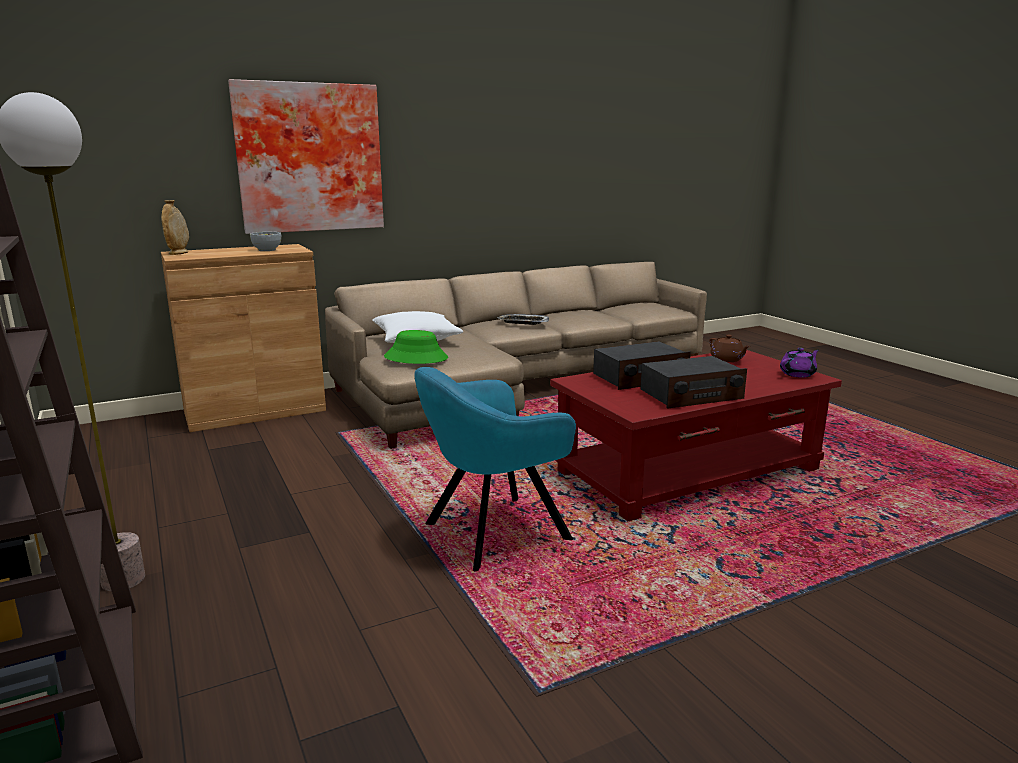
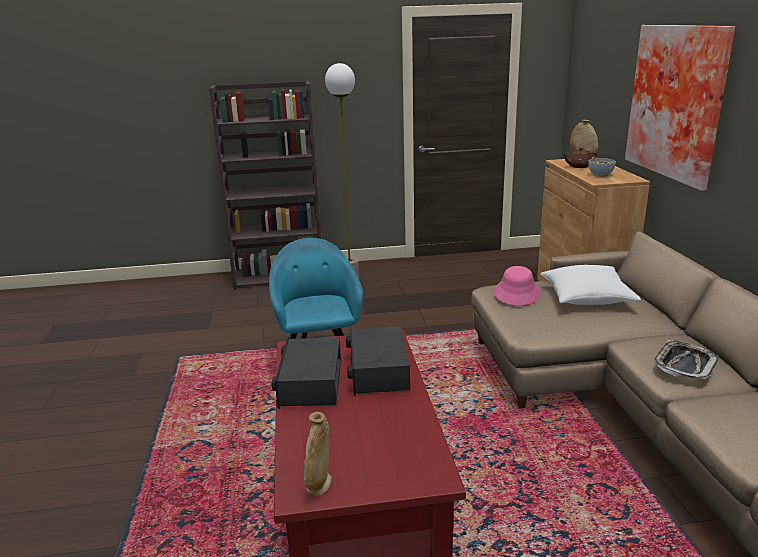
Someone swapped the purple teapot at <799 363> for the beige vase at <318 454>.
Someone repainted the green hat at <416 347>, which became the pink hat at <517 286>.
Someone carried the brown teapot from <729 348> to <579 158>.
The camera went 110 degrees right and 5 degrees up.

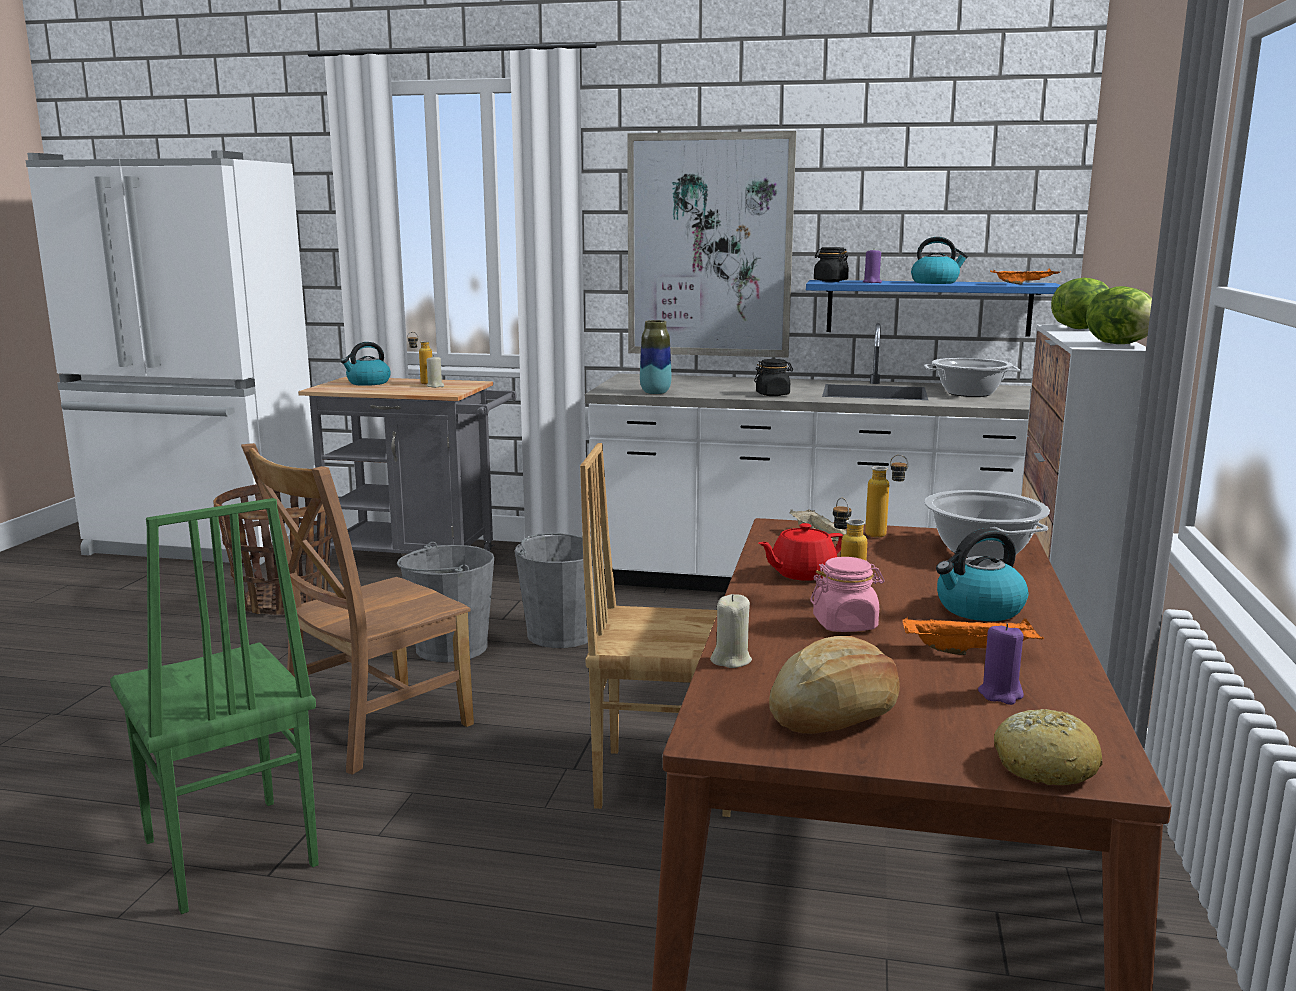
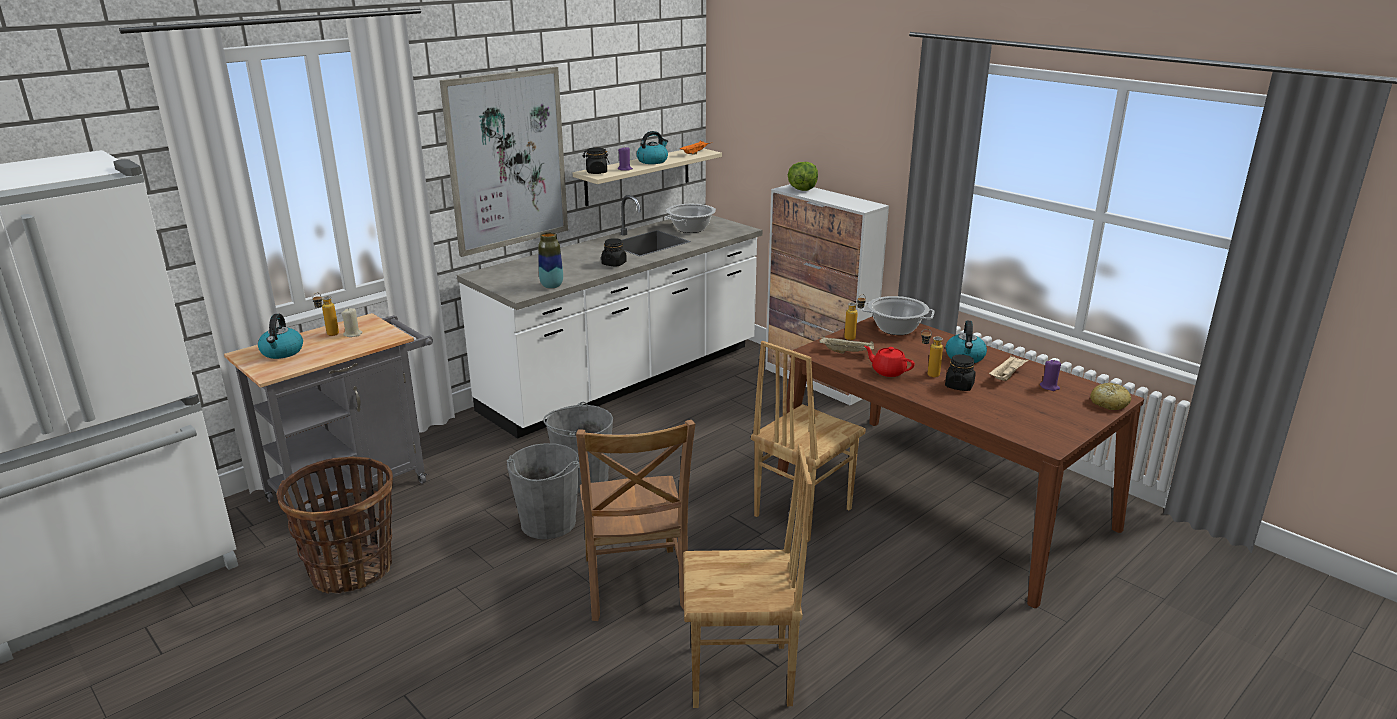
Someone repainted the blue shelf at <933 308>, which became the beige shelf at <647 177>.
Someone repainted the green chair at <214 706>, which became the brown chair at <747 576>.
Someone rotated the red teapot at <801 552> by 120 degrees clockwise.
Someone repainted the pink jar at <847 594>, which became the black jar at <960 372>.
Someone repainted the orange tray at <973 636>, which became the beige tray at <1009 368>.
Someone took away the beige candle at <731 631>.
Someone took away the bread at <834 685>.
Someone took away the lettuce at <1119 315>.
The camera went 55 degrees left and 10 degrees up.

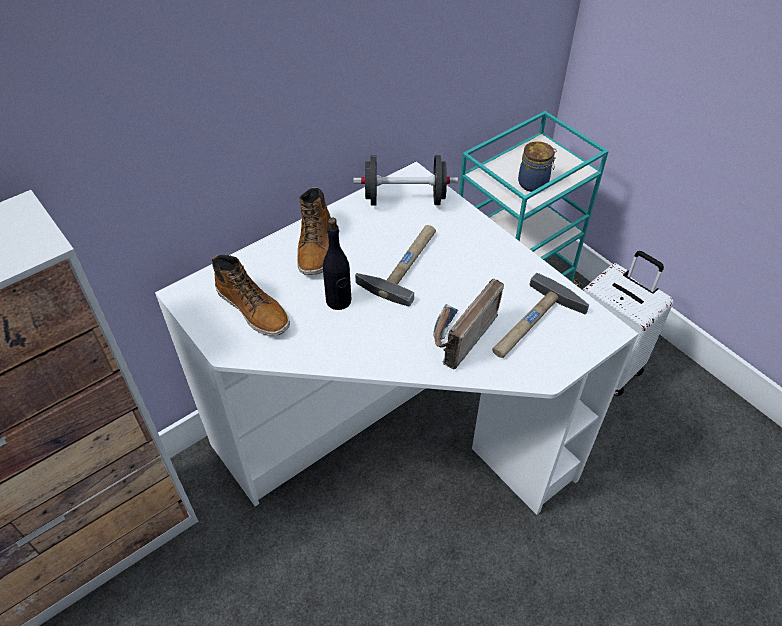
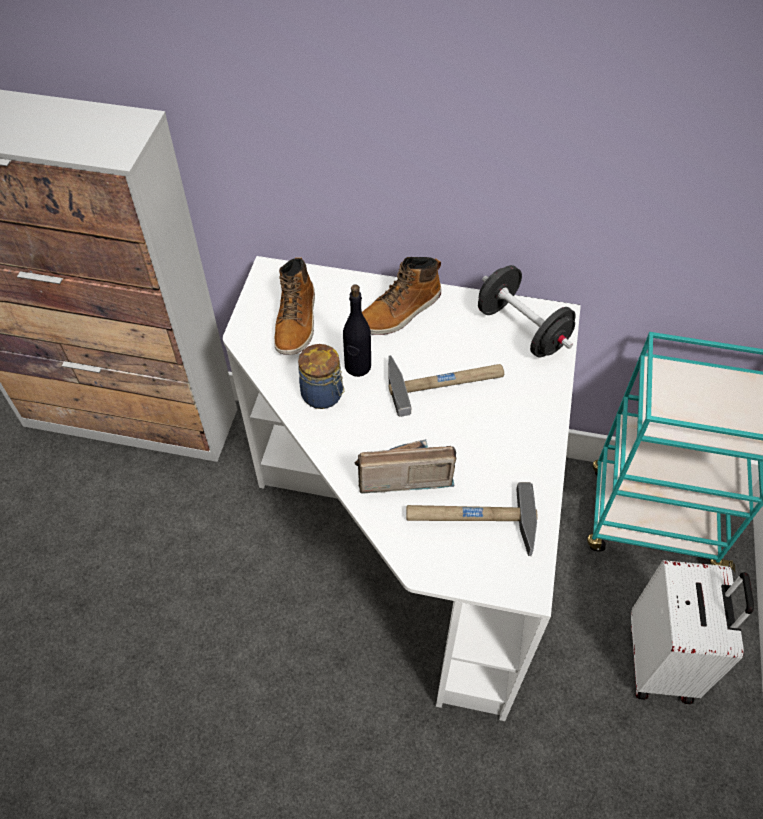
Someone carried the jar from <537 166> to <321 376>.
The camera went 50 degrees right and 5 degrees up.

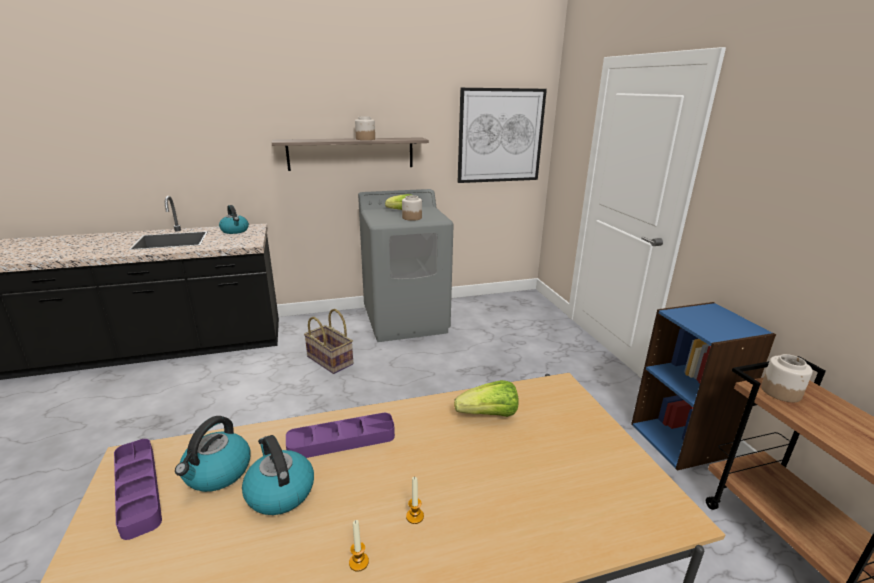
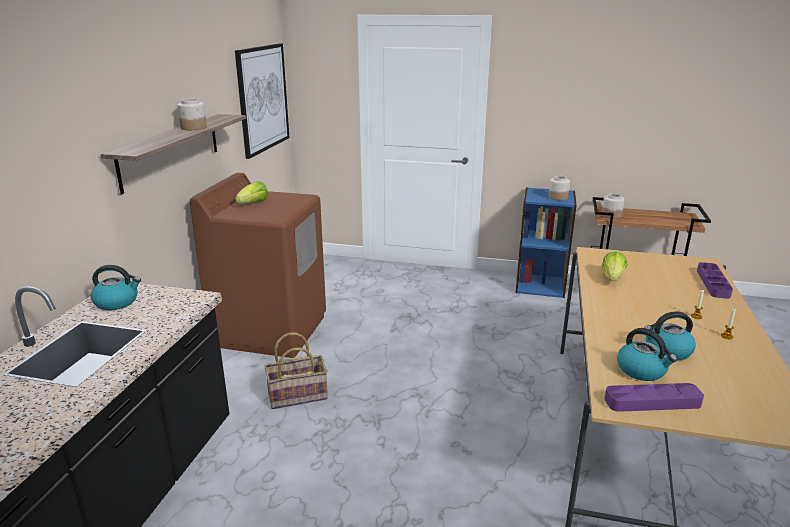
Someone repainted the grey washing machine at <406 265>, which became the brown washing machine at <258 265>.
Someone carried the jar from <412 208> to <559 188>.
Someone carried the purple tray from <340 435> to <715 280>.
The camera went 60 degrees left and 0 degrees up.

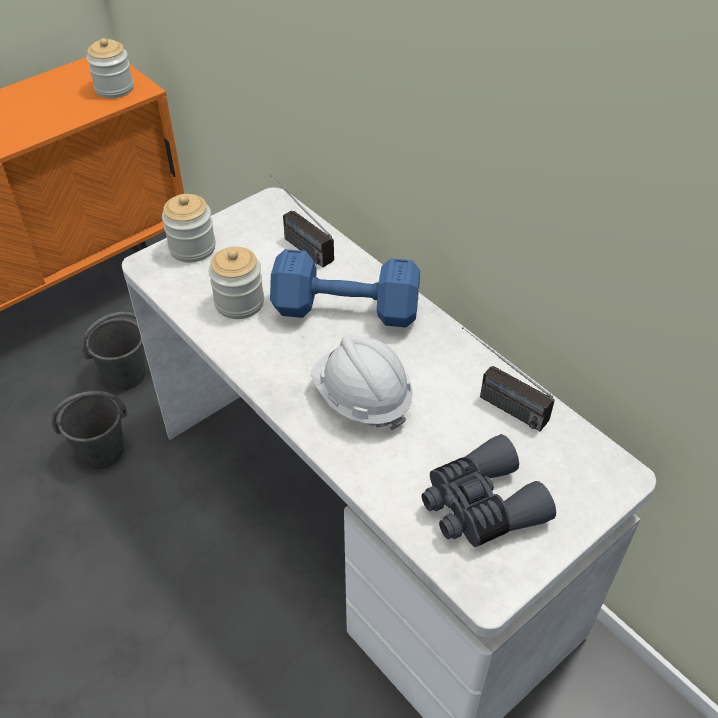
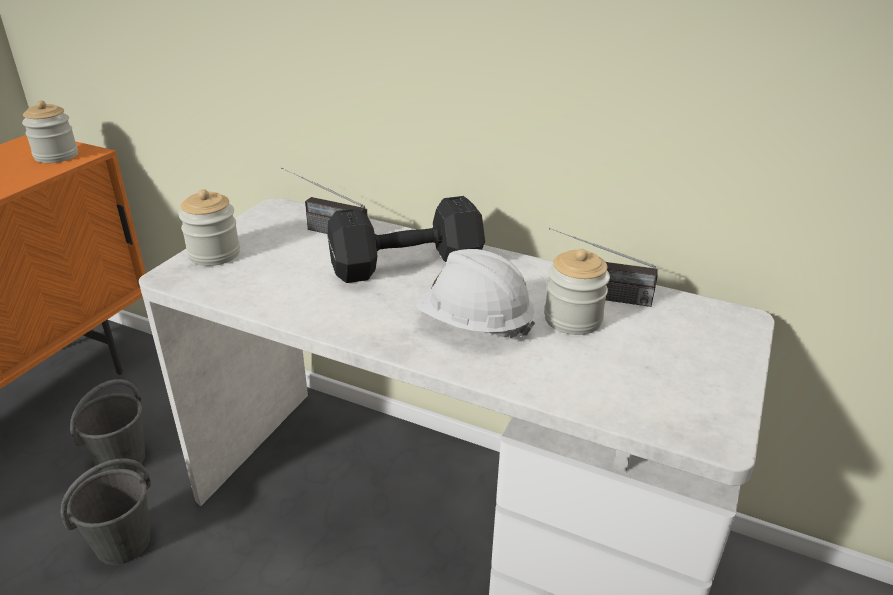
Someone repainted the blue dumbbell at <345 288>, which became the black dumbbell at <406 239>.
Someone carried the jar from <236 283> to <577 292>.
Someone took away the grey binoculars at <488 490>.
The camera went 25 degrees left and 15 degrees down.

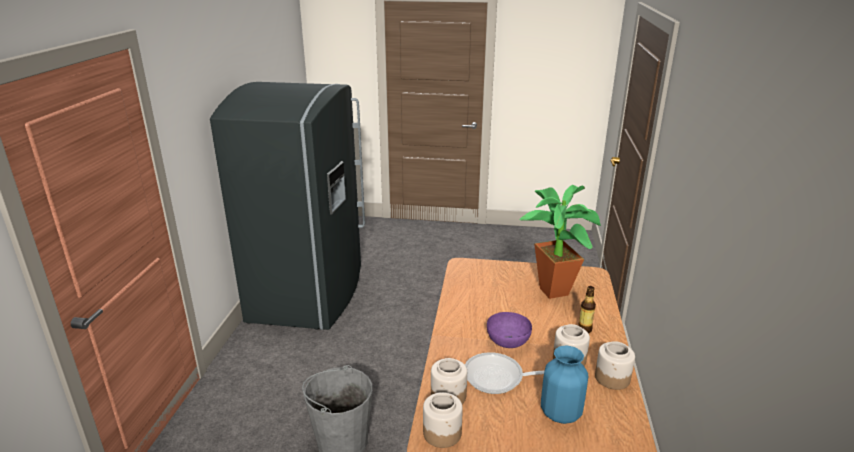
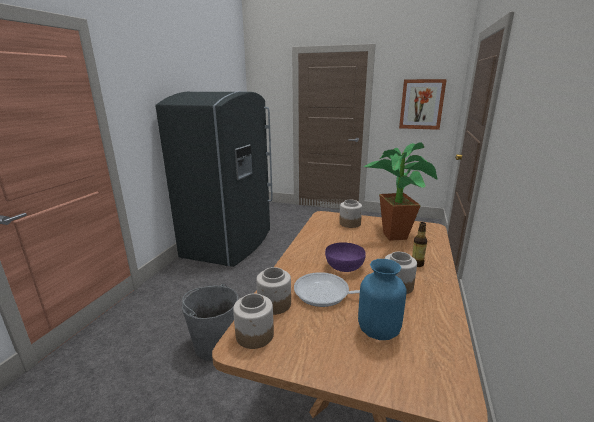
Someone carried the jar from <615 365> to <350 214>.
Someone put up the picture at <423 104>.
The camera went 10 degrees right and 5 degrees down.

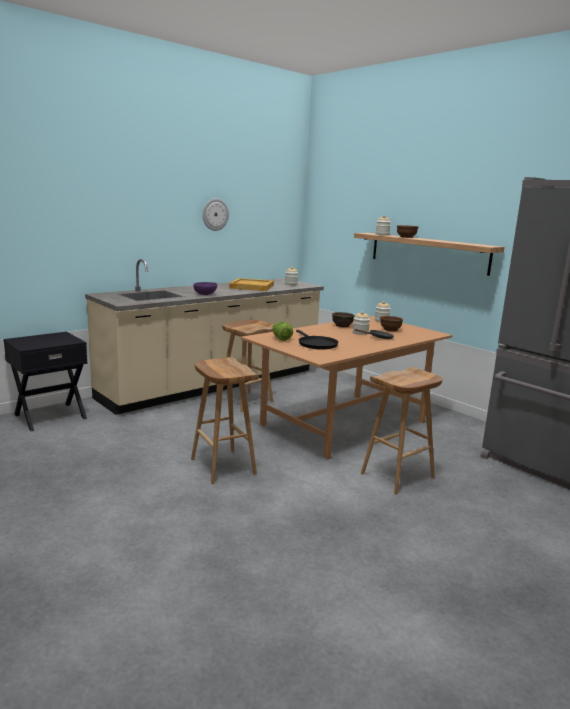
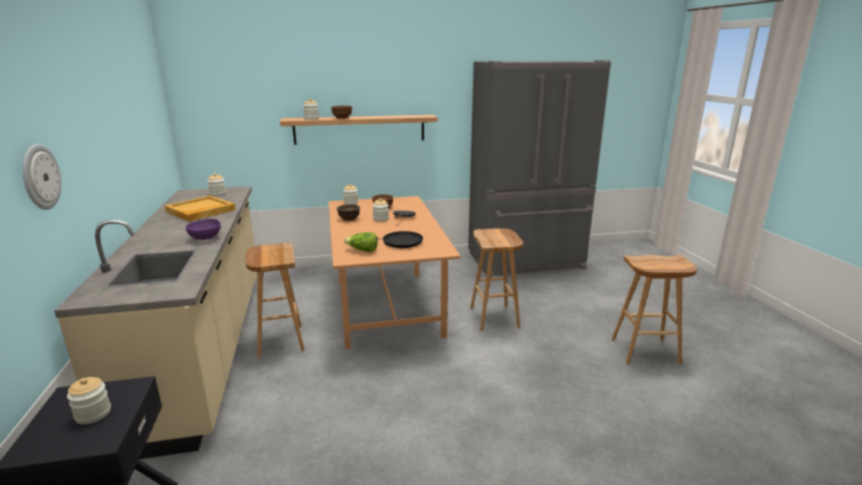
Someone carried the wall clock from <215 214> to <42 177>.
Someone put down the jar at <89 400>.
Someone carried the brown stool from <225 420> to <654 309>.
The camera went 60 degrees left and 5 degrees up.

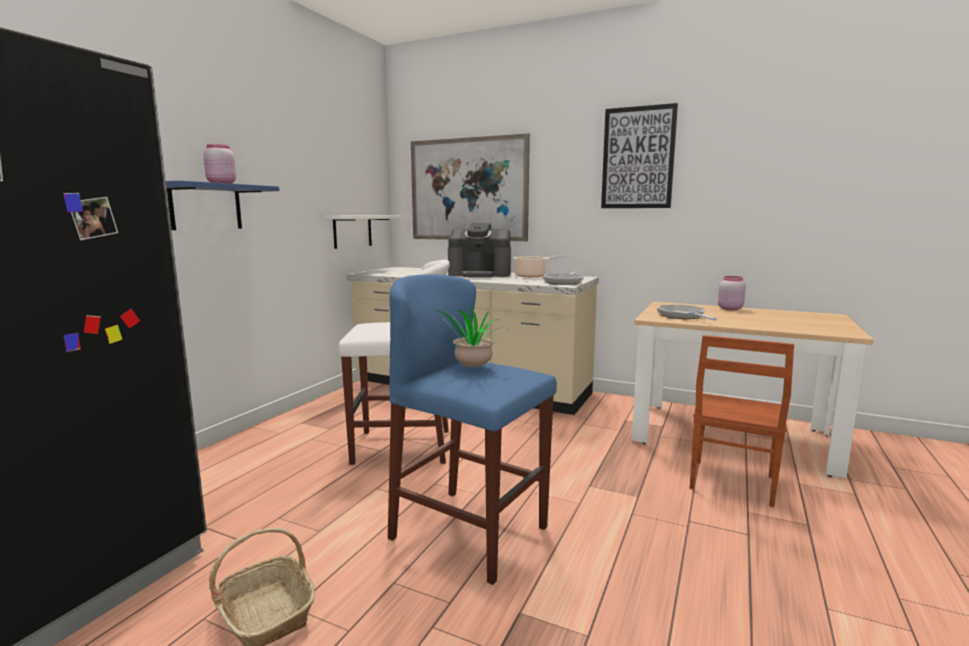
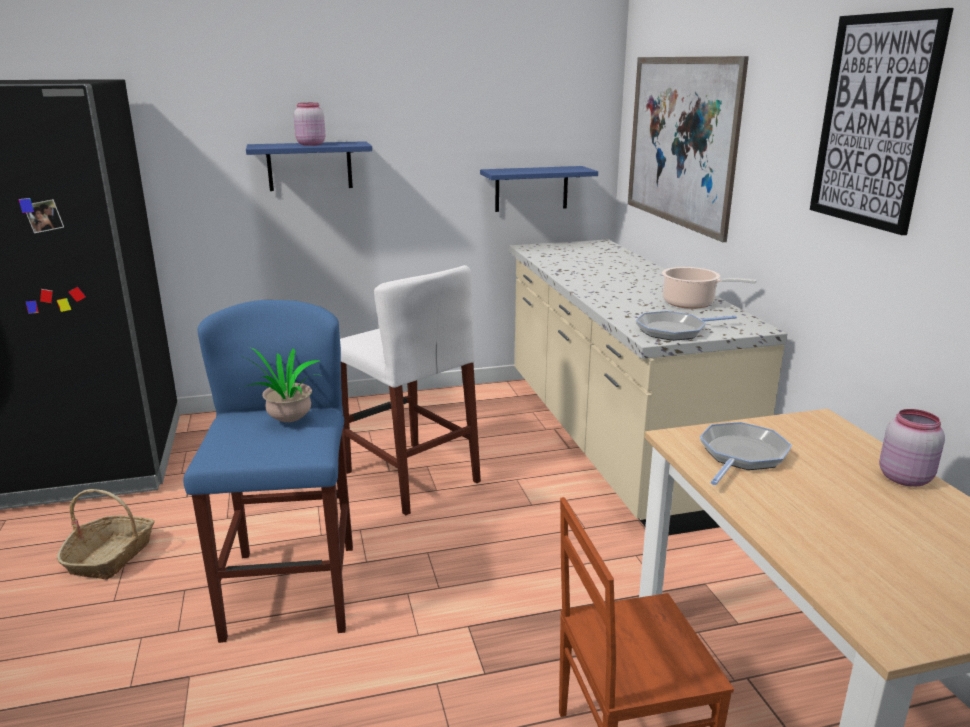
Someone repainted the white shelf at <362 232>, which became the blue shelf at <539 189>.
Someone took away the coffee machine at <479 250>.
The camera went 50 degrees right and 10 degrees up.

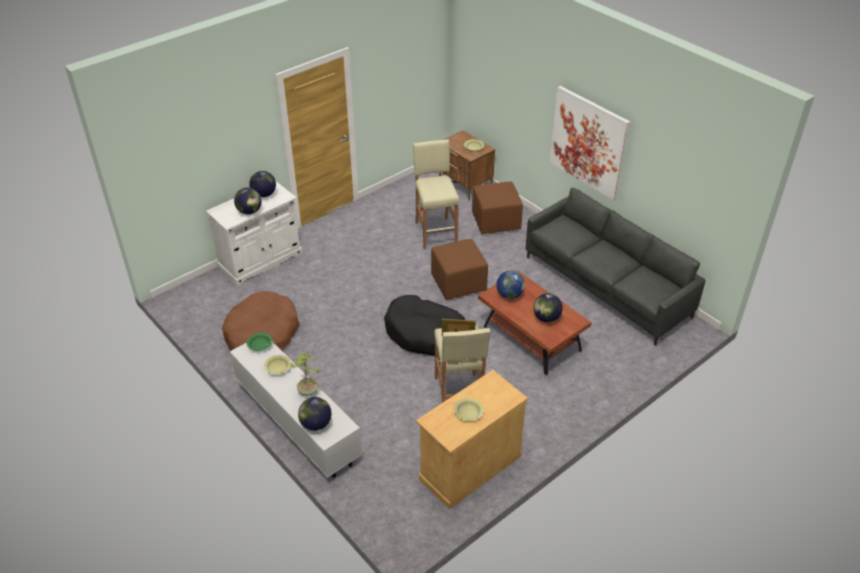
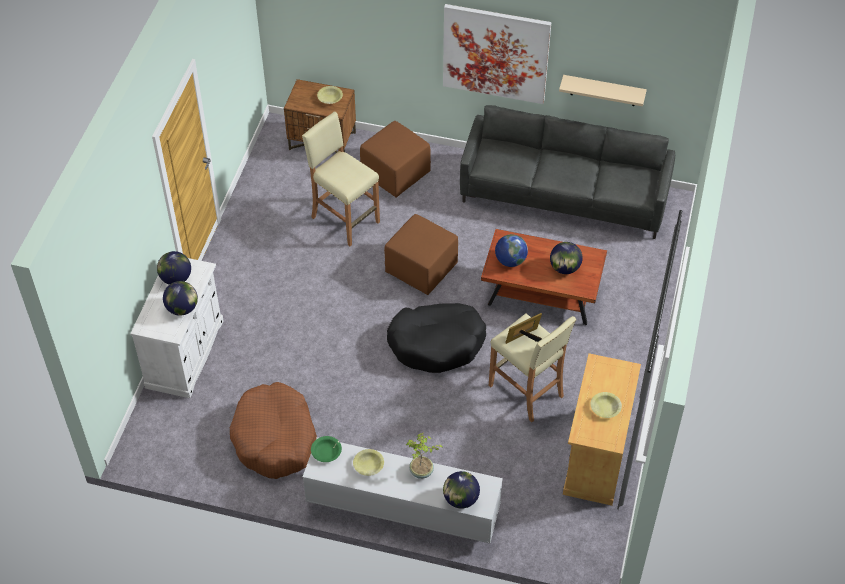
Someone put up the beige shelf at <603 90>.
The camera went 35 degrees left and 10 degrees up.

